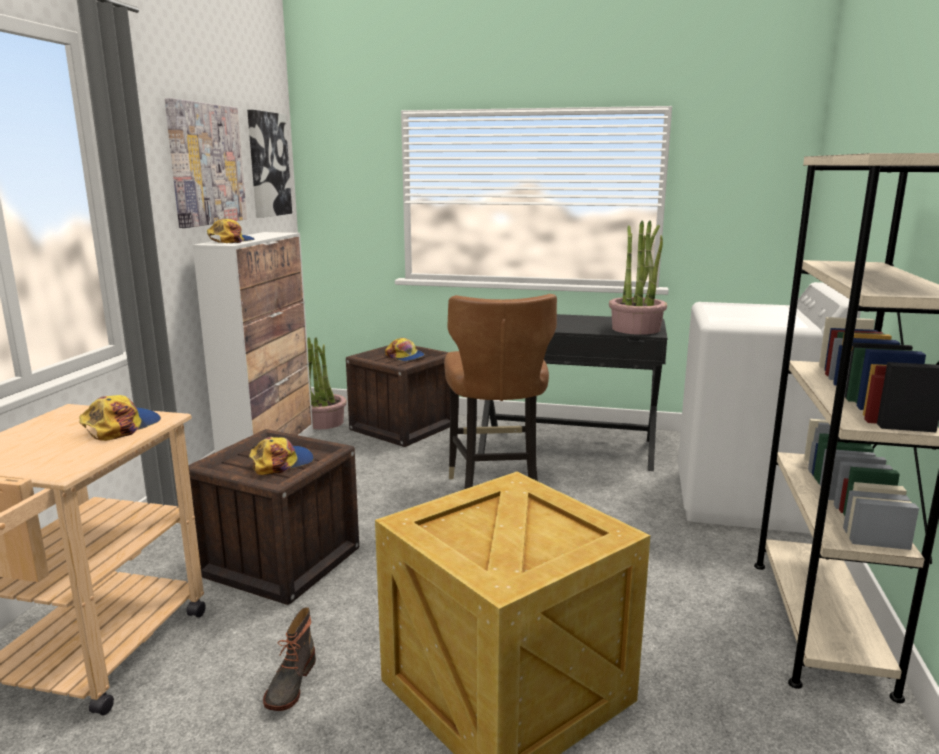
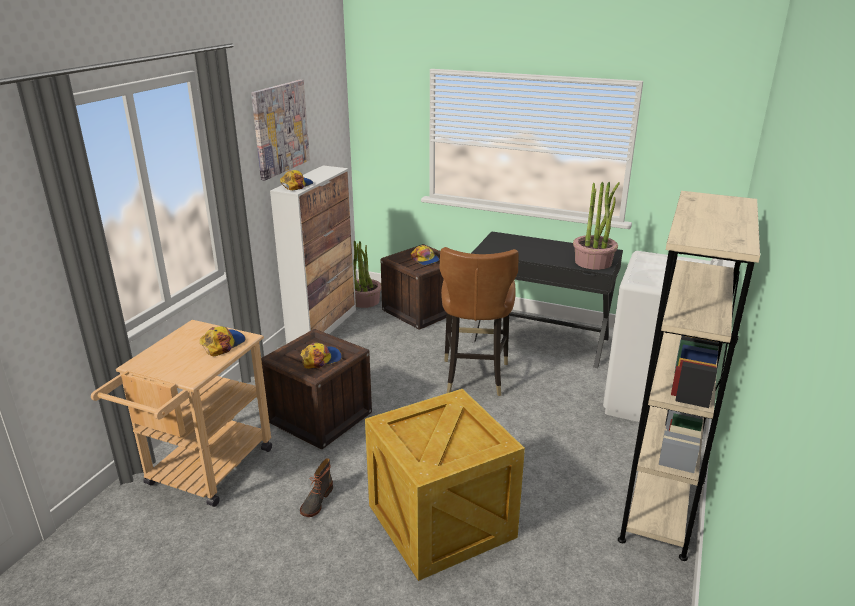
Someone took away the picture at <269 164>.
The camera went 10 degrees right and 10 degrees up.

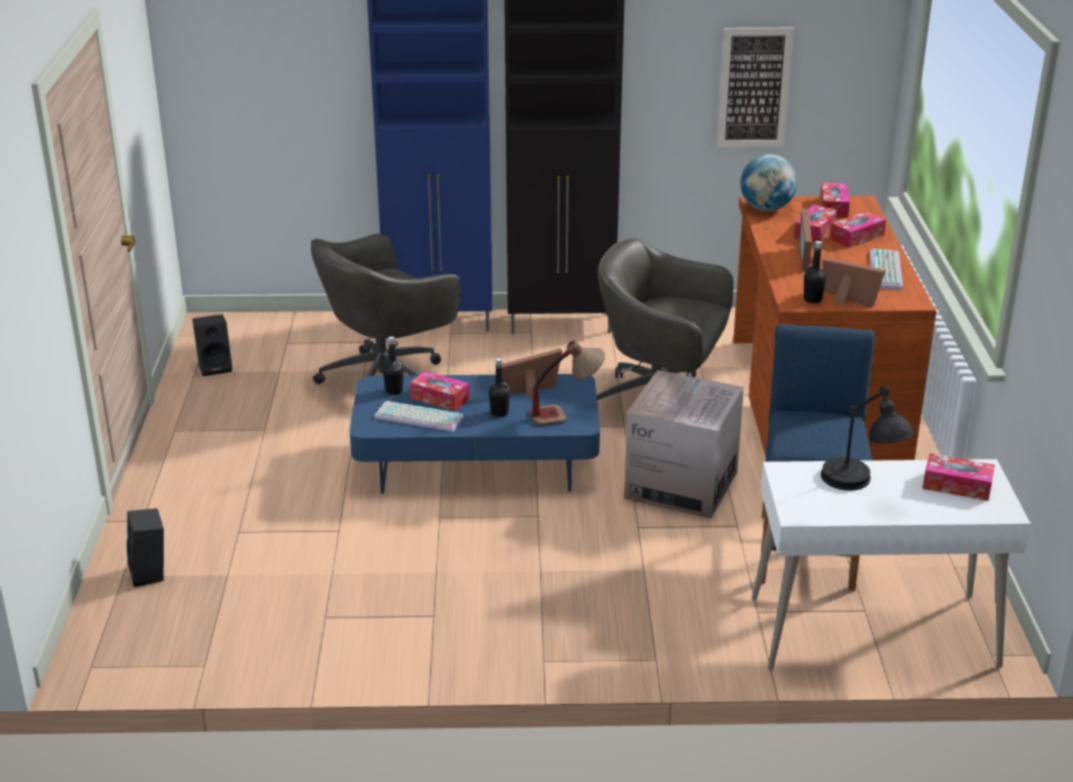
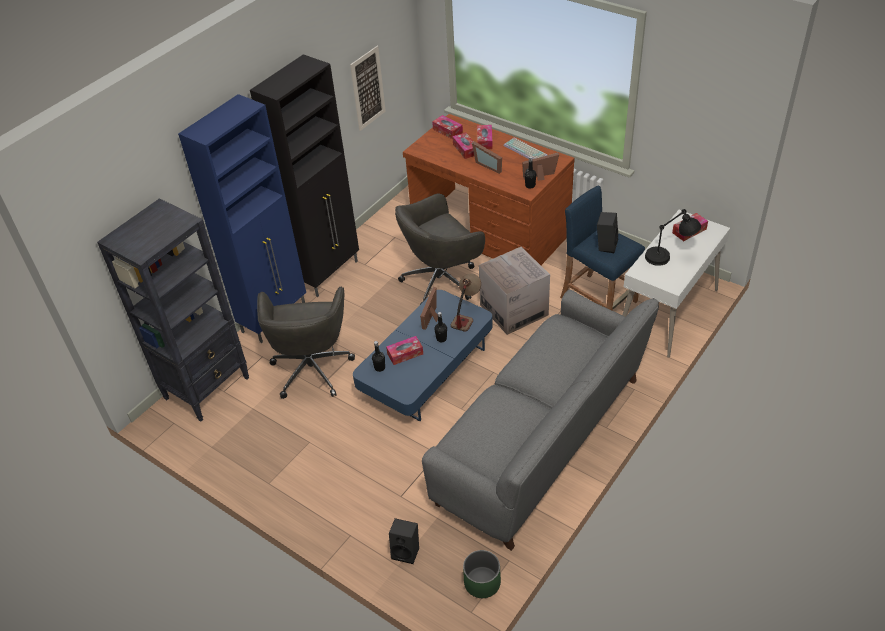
Someone put down the black bookcase at <173 310>.
Someone put down the grey sofa at <540 420>.
Someone put down the green planter at <482 574>.
Someone carried the black speaker from <212 345> to <607 232>.
Someone took away the keyboard at <419 416>.
Someone took away the globe at <768 182>.
The camera went 50 degrees left and 15 degrees up.

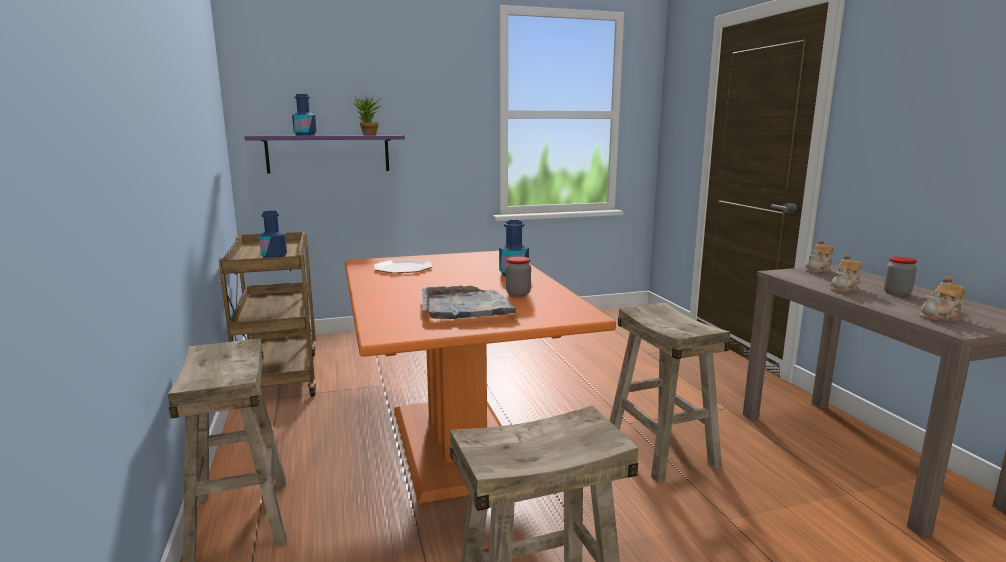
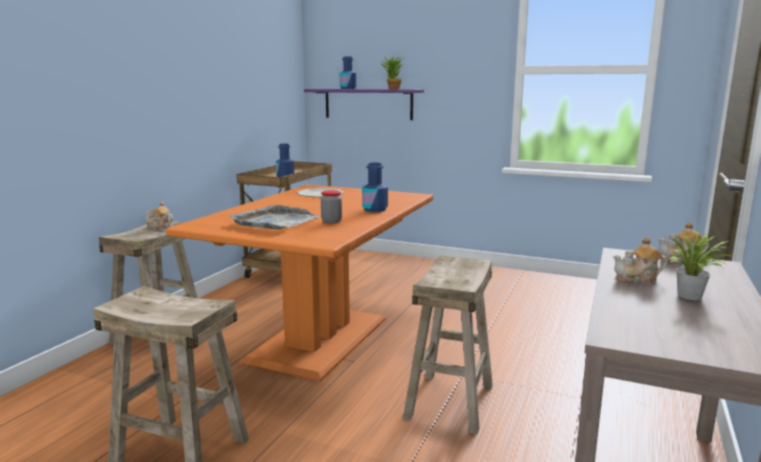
Someone carried the teapot from <943 298> to <159 216>.
Someone swapped the jar at <900 276> for the potted plant at <697 265>.
The camera went 40 degrees right and 0 degrees up.

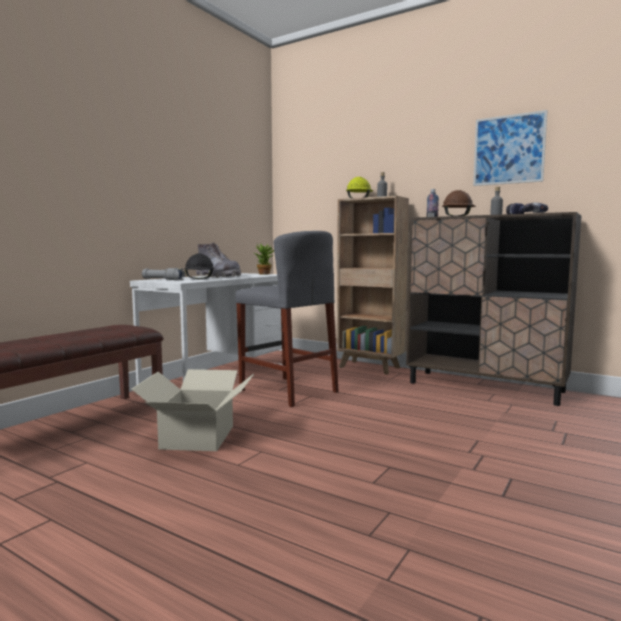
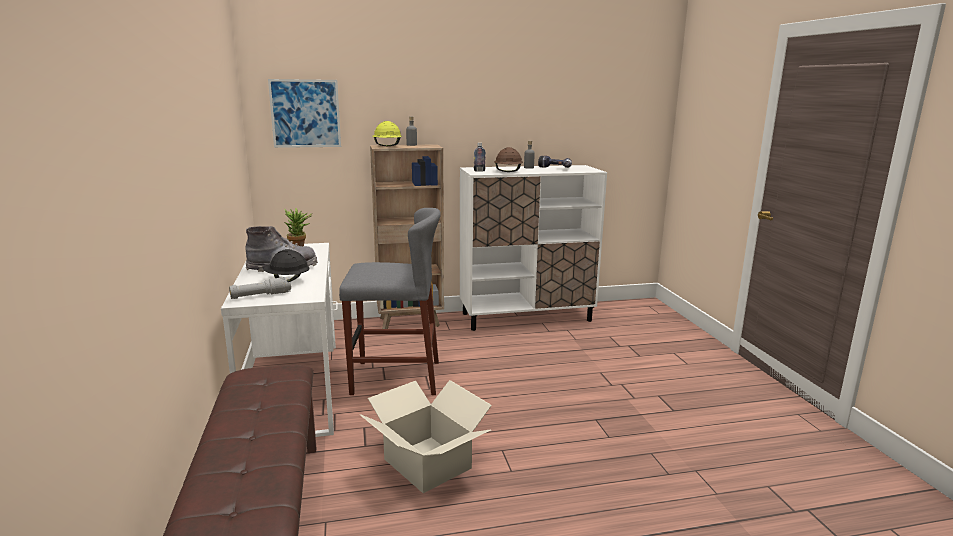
Someone carried the picture from <510 148> to <304 113>.
Someone repainted the brown cabinet at <494 309>, which became the white cabinet at <533 248>.
The camera went 45 degrees left and 10 degrees up.

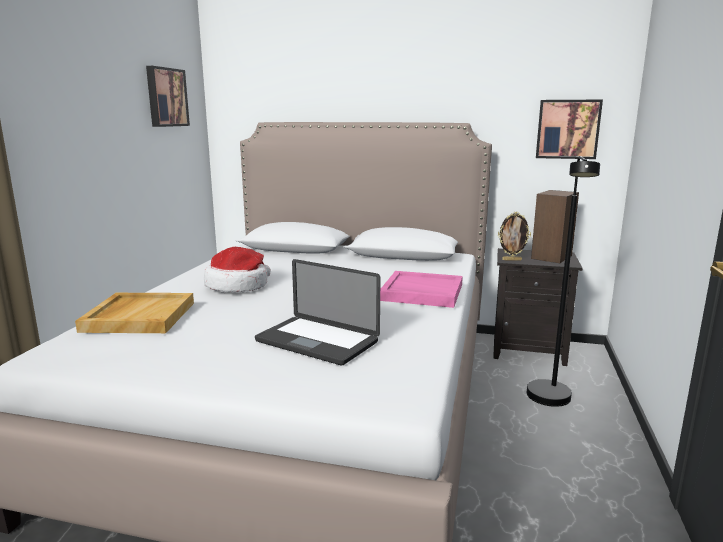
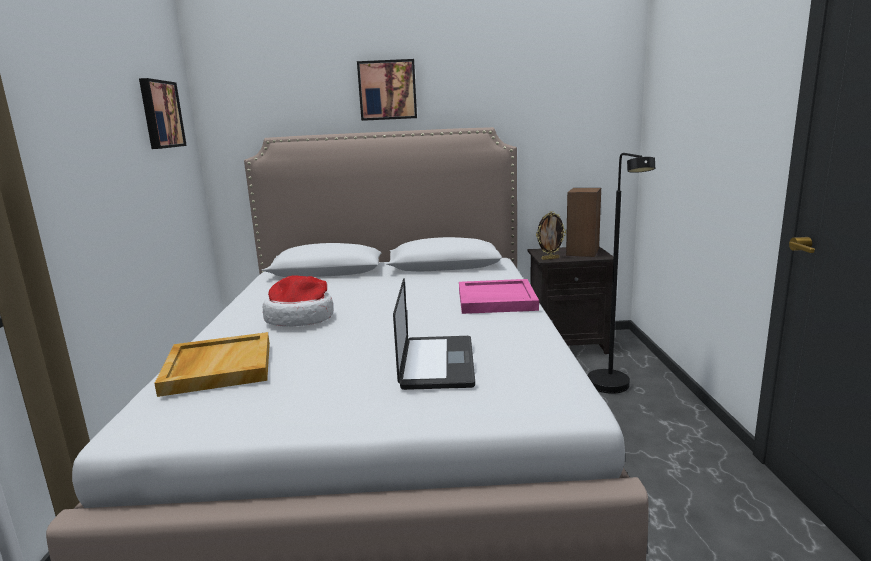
Someone carried the picture from <569 129> to <387 90>.
Someone rotated the laptop at <318 312> by 105 degrees counterclockwise.
The camera went 15 degrees left and 0 degrees up.

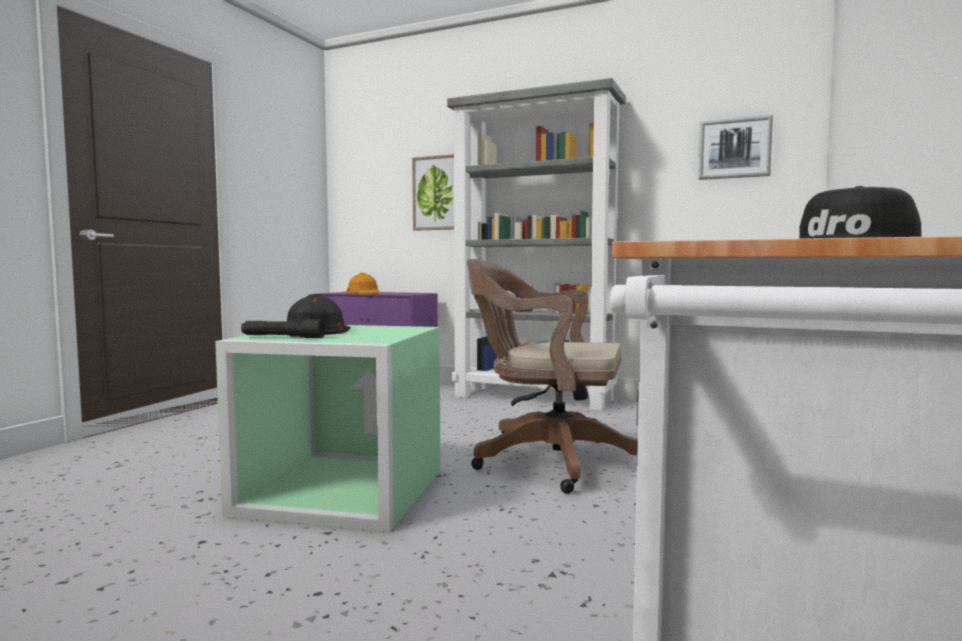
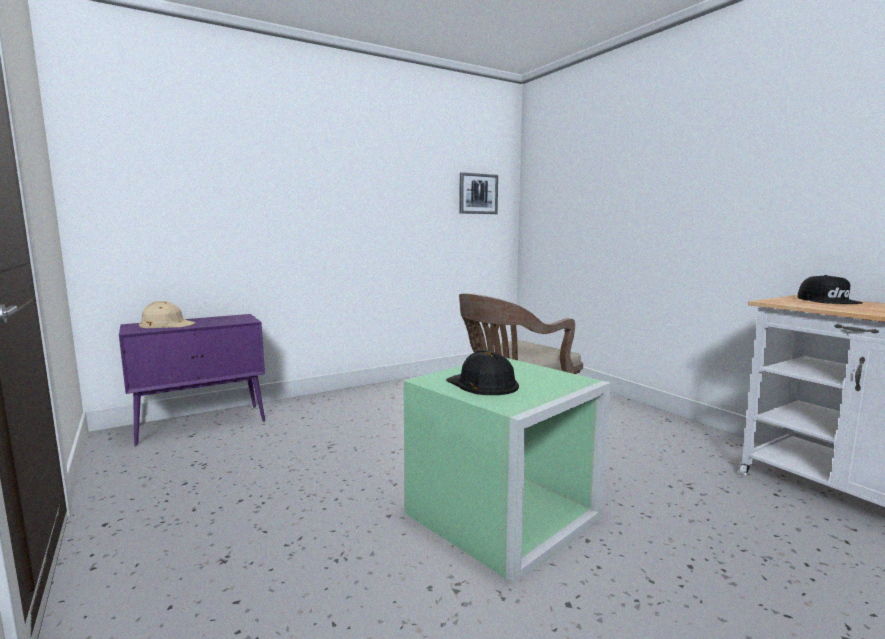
Someone repainted the orange hard hat at <363 283>, which became the beige hard hat at <167 314>.
Someone took away the black flashlight at <283 328>.
Someone took away the picture at <433 192>.
Someone took away the grey bookcase at <536 244>.
The camera went 55 degrees left and 5 degrees up.

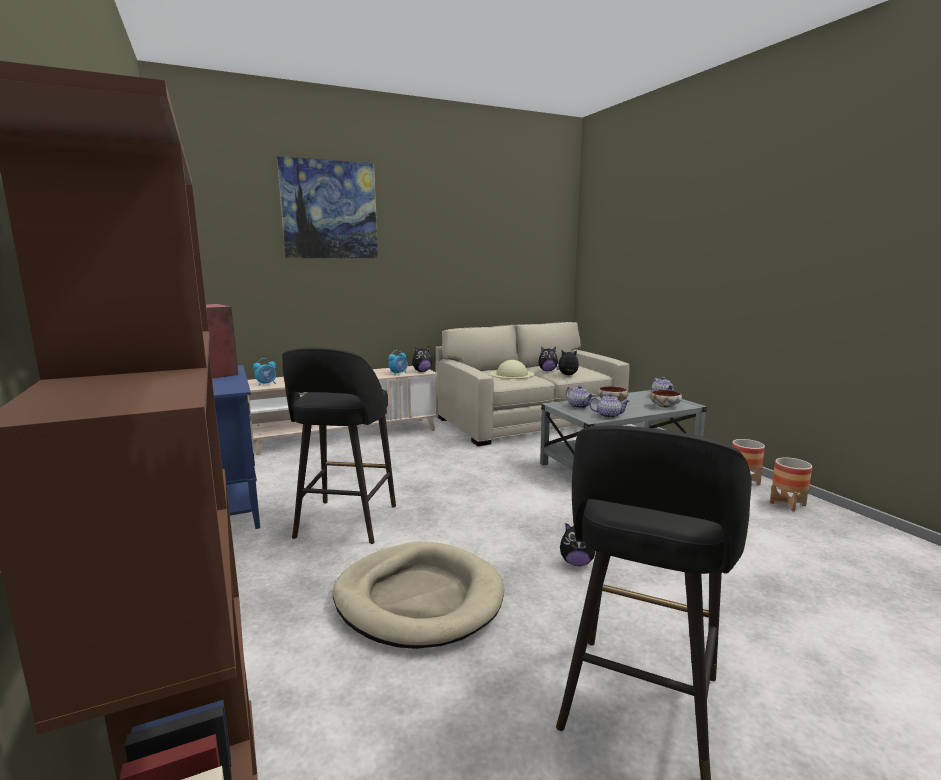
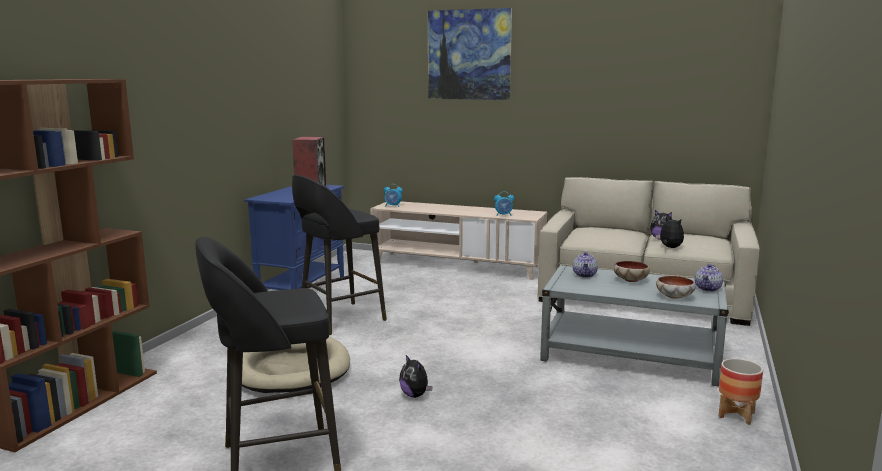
Someone took away the plush toy at <422 359>.
Someone took away the beige hat at <512 369>.
Someone took away the teapot at <609 406>.
Someone took away the planter at <790 484>.
The camera went 45 degrees right and 0 degrees up.

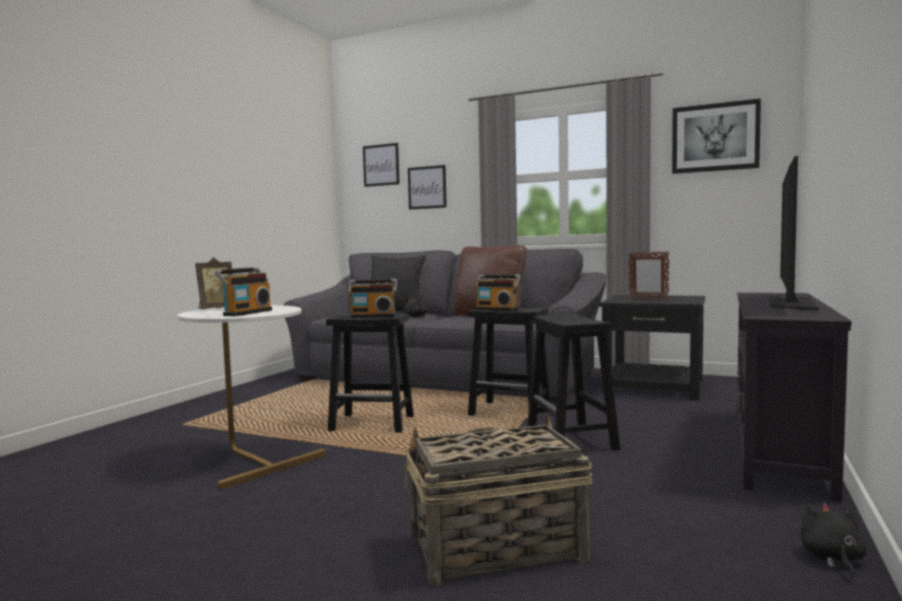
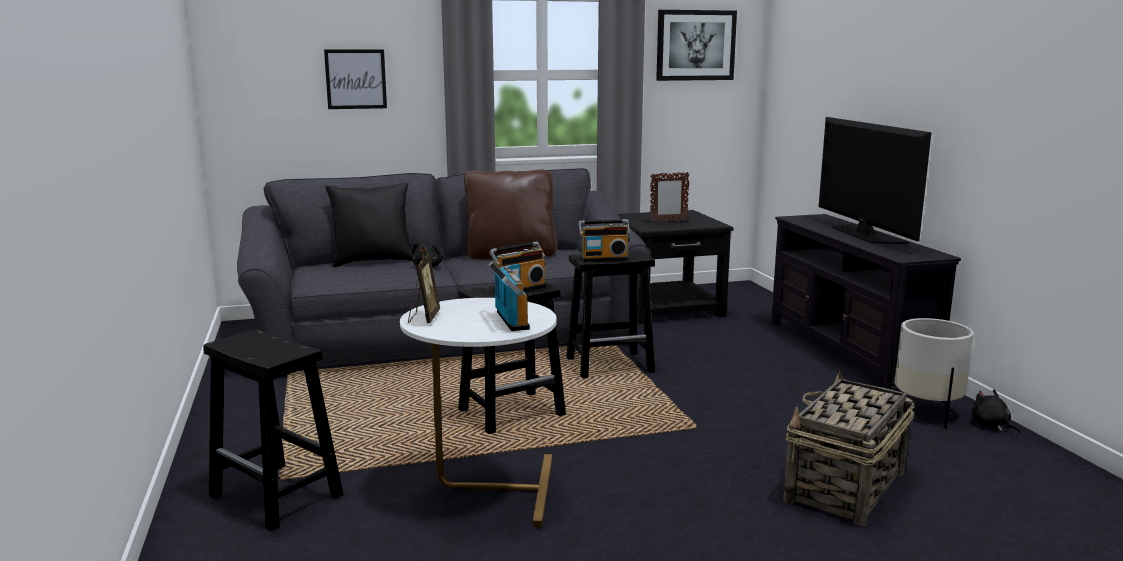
Someone carried the black stool from <573 382> to <273 430>.
Someone put down the white planter at <931 373>.
Someone took away the picture at <381 165>.
The camera went 40 degrees left and 10 degrees up.

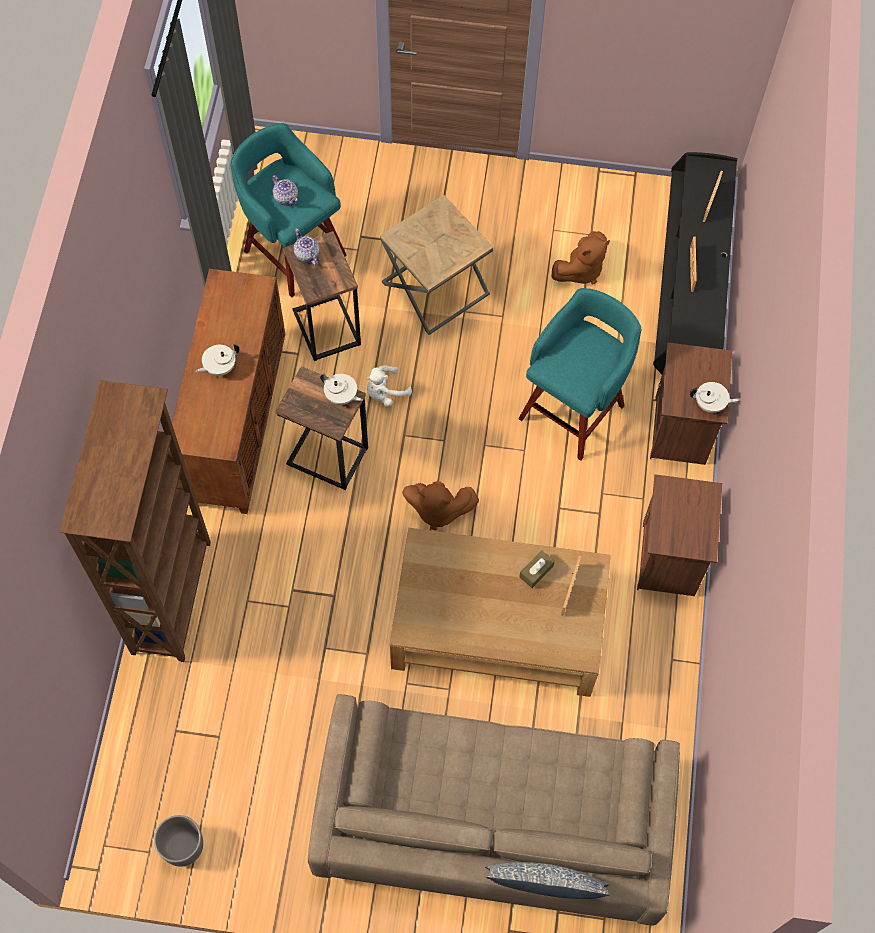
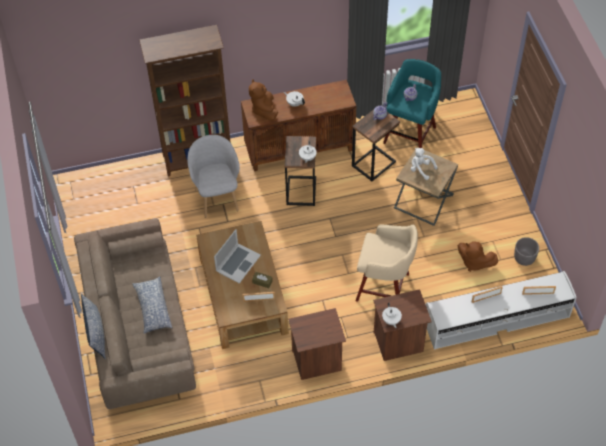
Someone put down the pillow at <152 305>.
Someone put down the grey armchair at <214 176>.
Someone put down the laptop at <237 256>.
Someone carried the brown plush toy from <440 505> to <263 100>.
Someone repainted the turquoise stool at <579 374>, which became the beige stool at <387 263>.
Someone carried the white plush toy from <389 386> to <424 164>.
Someone repainted the black tv stand at <695 263>, which became the white tv stand at <501 310>.
Someone carried the grey planter from <178 841> to <526 251>.
The camera went 70 degrees right and 10 degrees down.

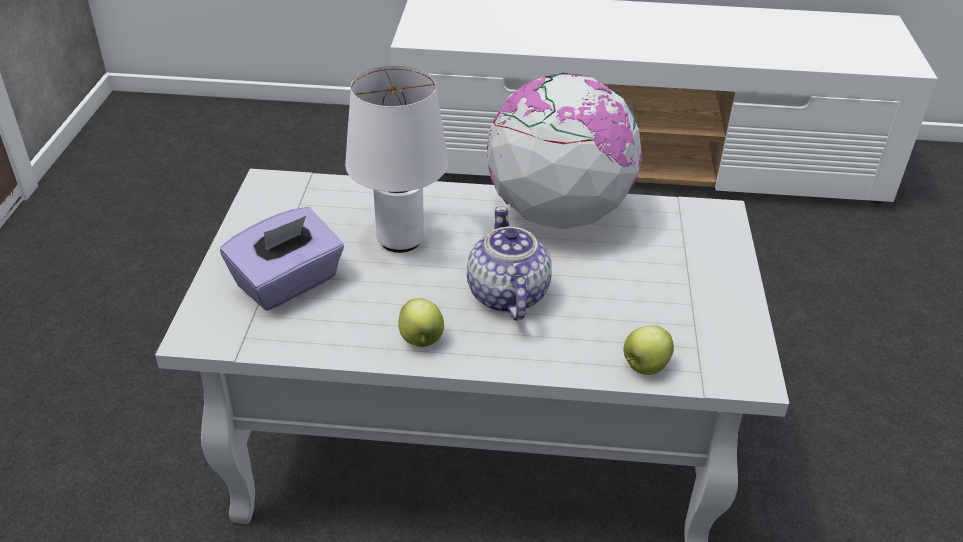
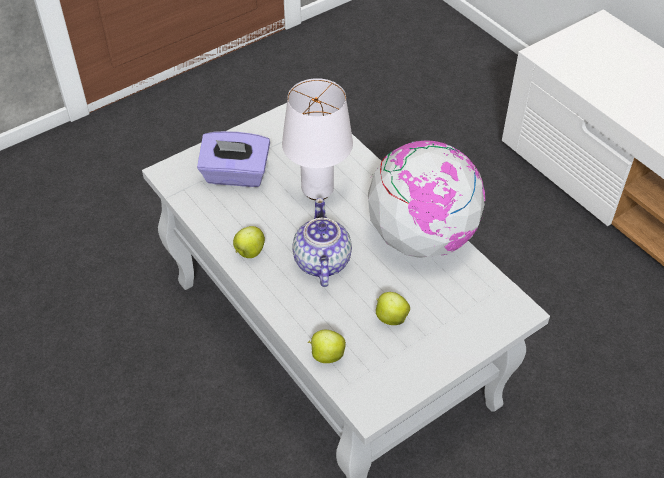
Someone rotated the teapot at <509 263> by 45 degrees counterclockwise.
Someone put down the apple at <393 308>.
The camera went 50 degrees right and 10 degrees up.

